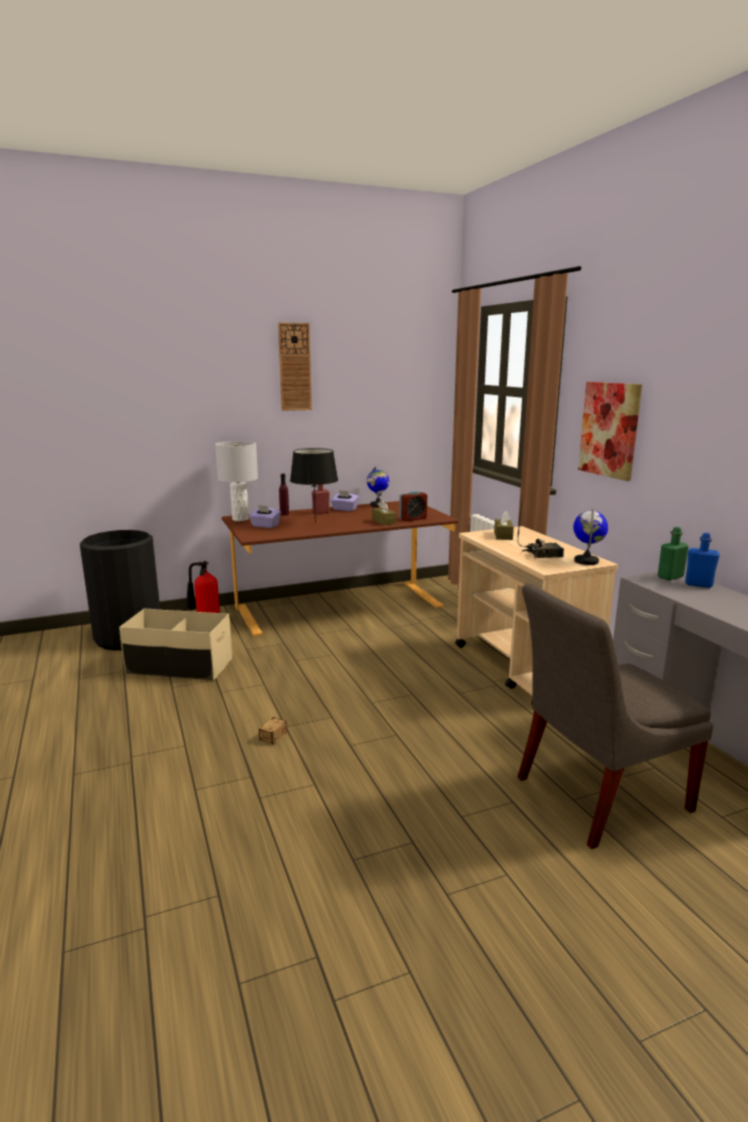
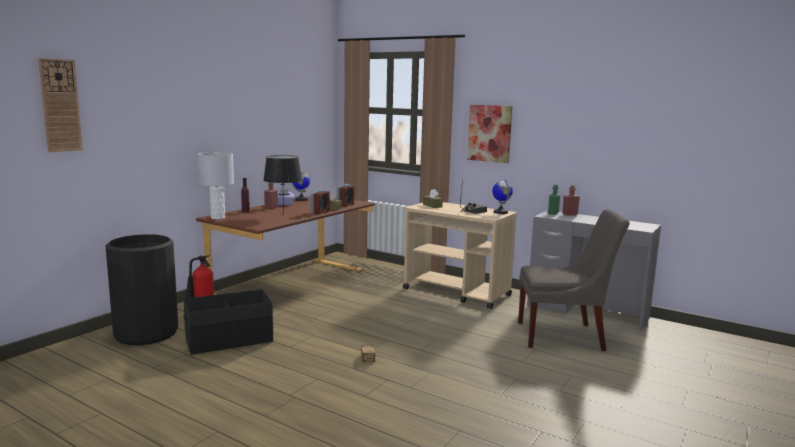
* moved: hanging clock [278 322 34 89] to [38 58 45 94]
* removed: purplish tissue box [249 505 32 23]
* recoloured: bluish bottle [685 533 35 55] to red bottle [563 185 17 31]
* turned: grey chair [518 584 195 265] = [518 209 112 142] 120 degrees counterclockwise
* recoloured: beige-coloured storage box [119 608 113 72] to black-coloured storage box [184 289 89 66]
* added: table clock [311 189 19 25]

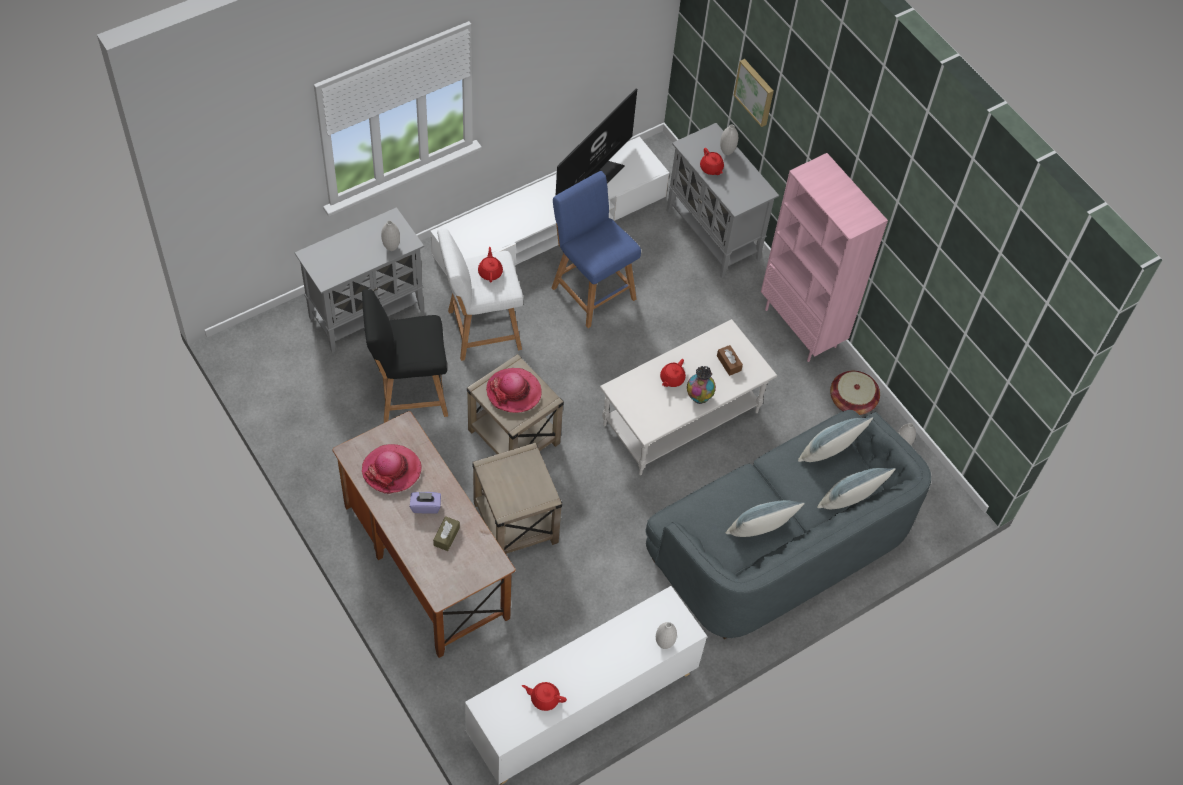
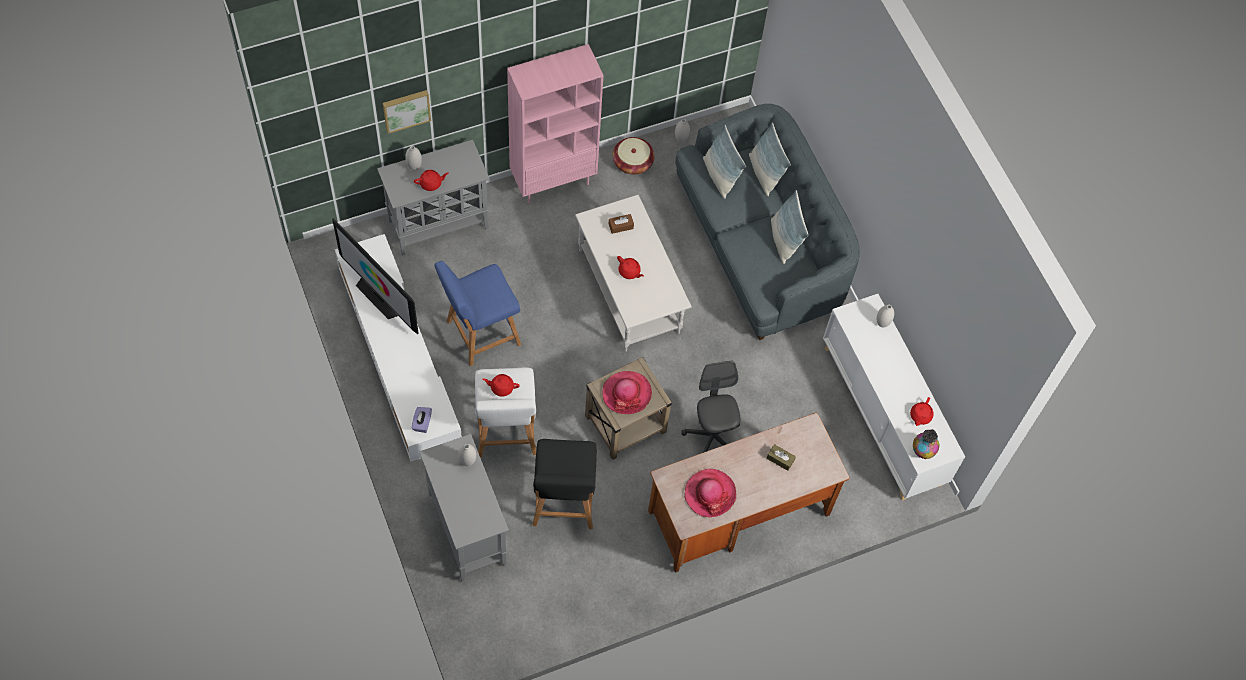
* moved: vase [687 366 29 38] to [913 429 26 30]
* replaced: beige-coloured side table [472 442 90 112] to grey computer chair [681 361 60 92]
* moved: purplish tissue box [410 492 31 22] to [412 407 20 26]

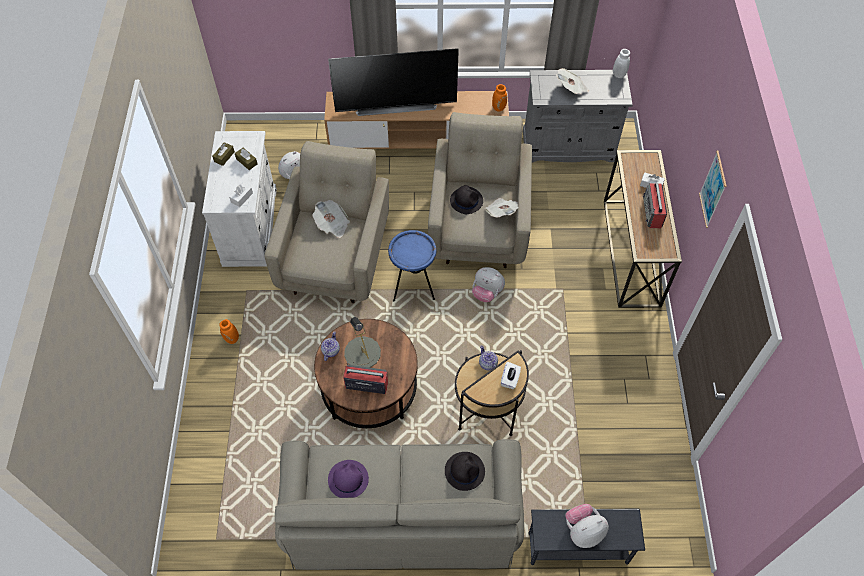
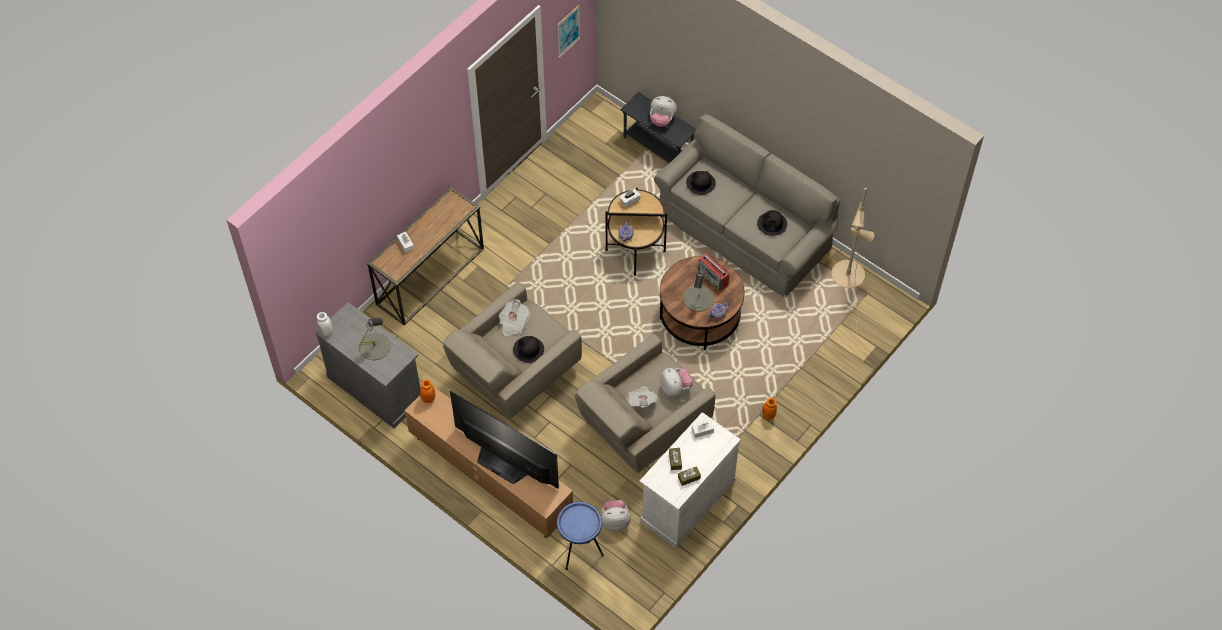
* replaced: daily paper [556 68 33 26] to grey tabletop lamp [359 318 32 42]
* moved: picture [699 150 28 78] to [557 5 23 53]
* removed: radio receiver [643 183 24 45]
* moved: bluish side table [388 230 48 72] to [557 502 47 68]
* moved: soft toy [472 267 33 35] to [661 368 32 29]
* recoloured: purplish hat [328 460 41 38] to black-coloured hat [757 210 30 26]
* added: beige-coloured standard lamp [831 187 43 158]

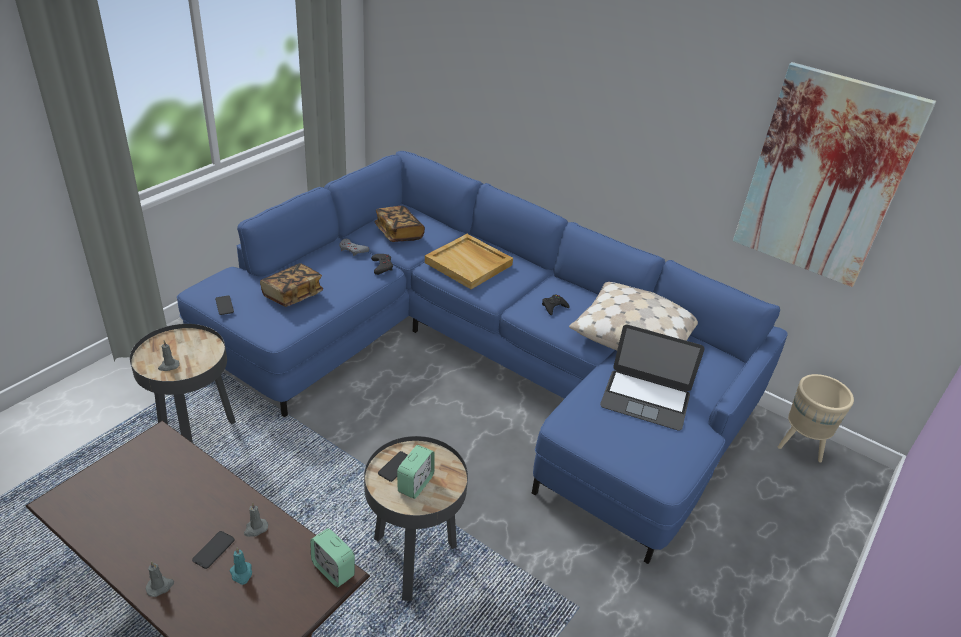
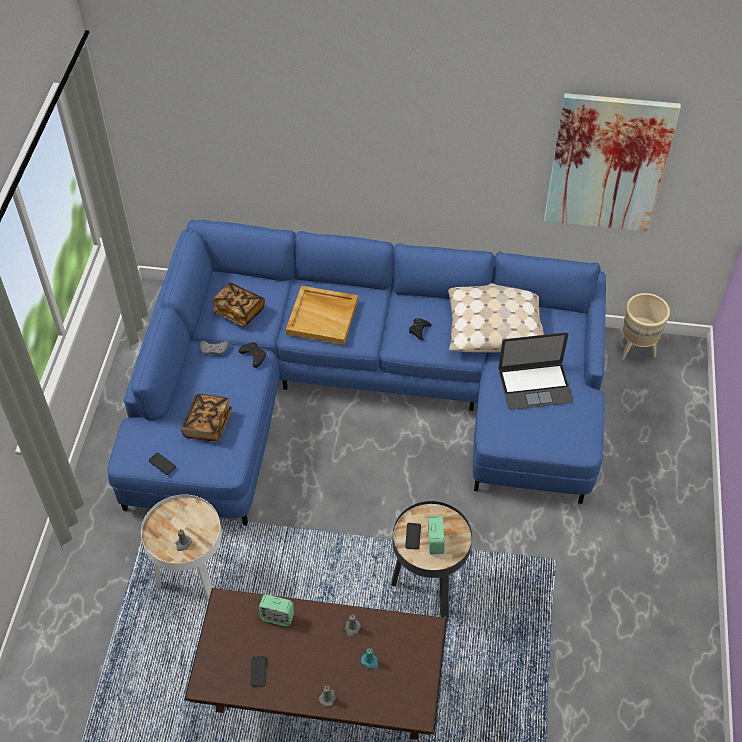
* recoloured: black-coloured side table [130 324 106 119] to white side table [141 495 81 107]
* moved: table clock [310 528 45 59] to [258 594 36 33]
* moved: handset [192 531 43 38] to [250 656 17 31]

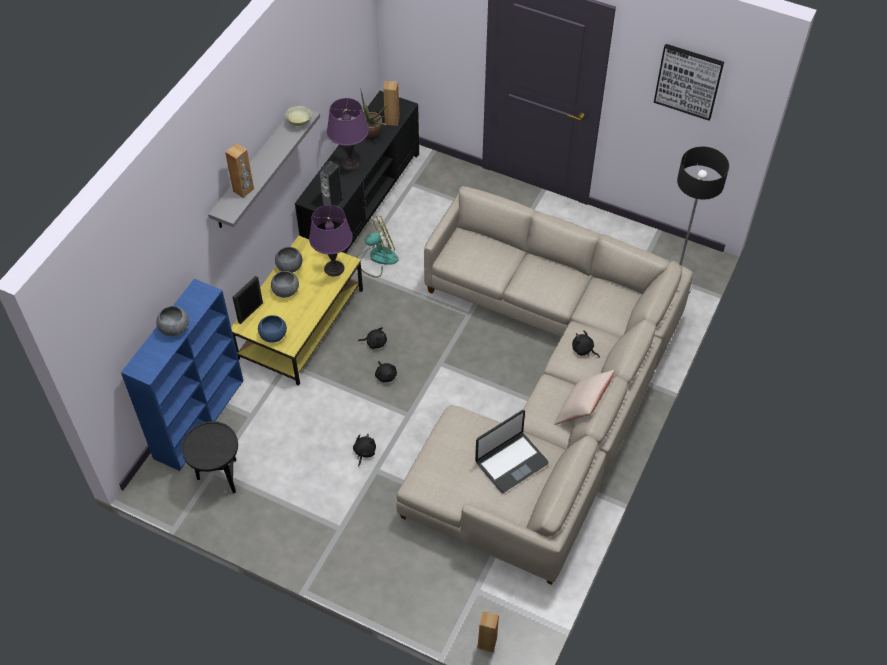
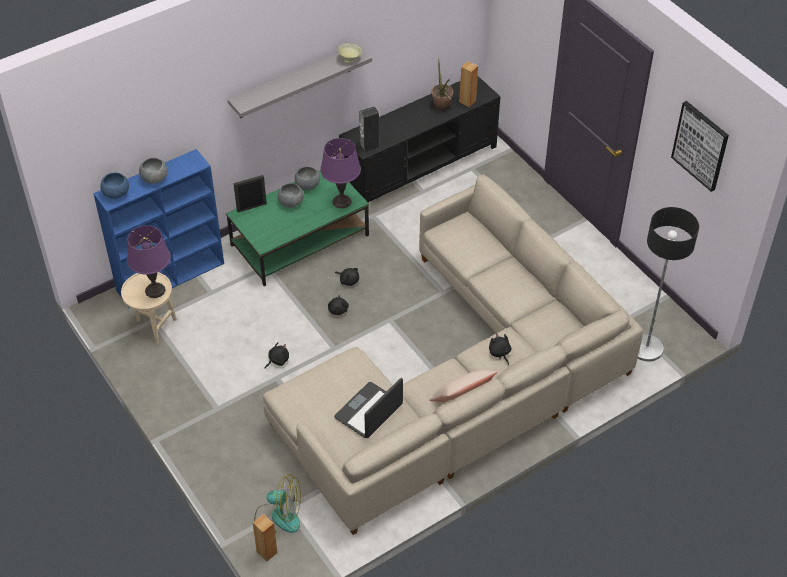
* moved: purplish tabletop lamp [327 98 42 73] to [127 225 44 73]
* removed: brown-coloured speaker [225 144 29 54]
* moved: fan [356 216 43 62] to [254 474 47 60]
* recoloured: yellowish low table [231 236 132 150] to green low table [226 171 143 115]
* moved: bluish deep dish [258 315 29 28] to [100 172 29 27]
* turned: laptop [475 410 74 83] = [334 378 69 60] 135 degrees clockwise
* recoloured: black-coloured side table [181 421 57 72] to beige-coloured side table [121 272 56 72]

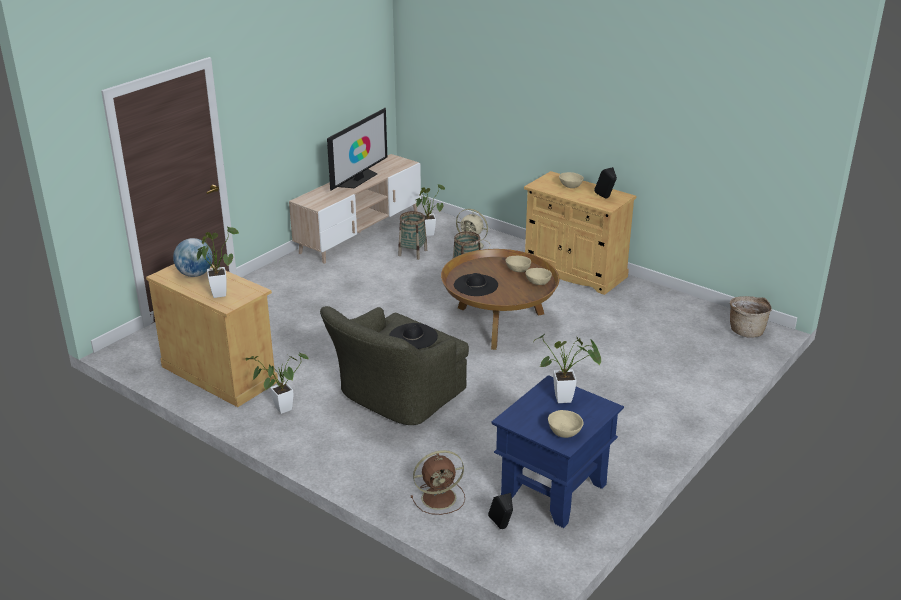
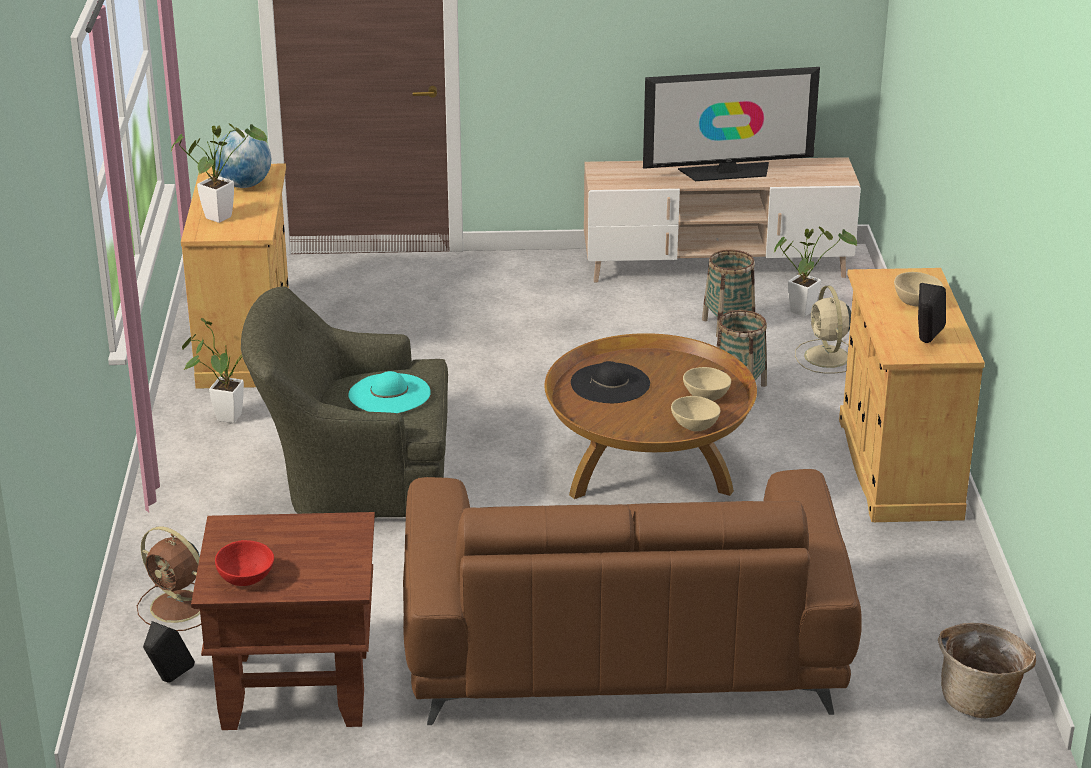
* recoloured: black-coloured hat [389 323 49 26] to turquoise hat [348 371 83 42]
* removed: houseplant [533 334 68 69]
* recoloured: bluish side table [491 375 133 153] to brown-coloured side table [191 512 184 218]
* recoloured: beige-coloured deep dish [548 410 36 28] to red deep dish [215 540 59 46]
* added: brown-coloured settee [403 469 459 256]

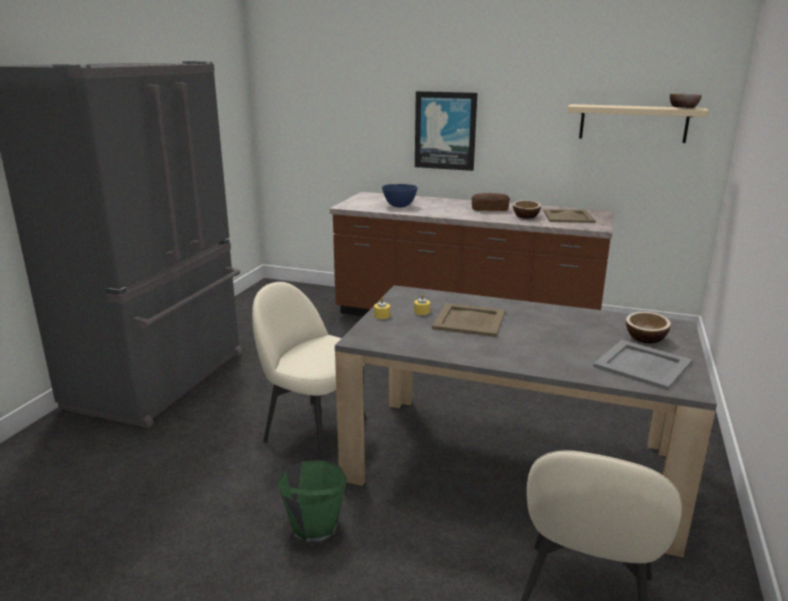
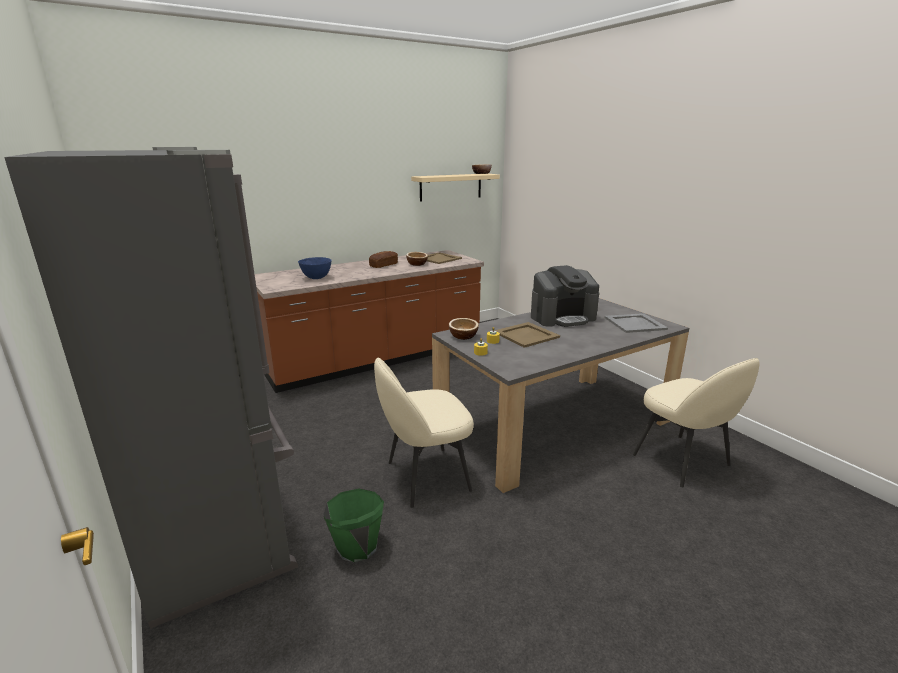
* removed: picture [415 91 63 80]
* moved: deep dish [626 312 45 32] to [449 318 30 22]
* moved: green bucket [277 460 70 82] to [323 488 61 74]
* added: coffee machine [531 265 68 62]

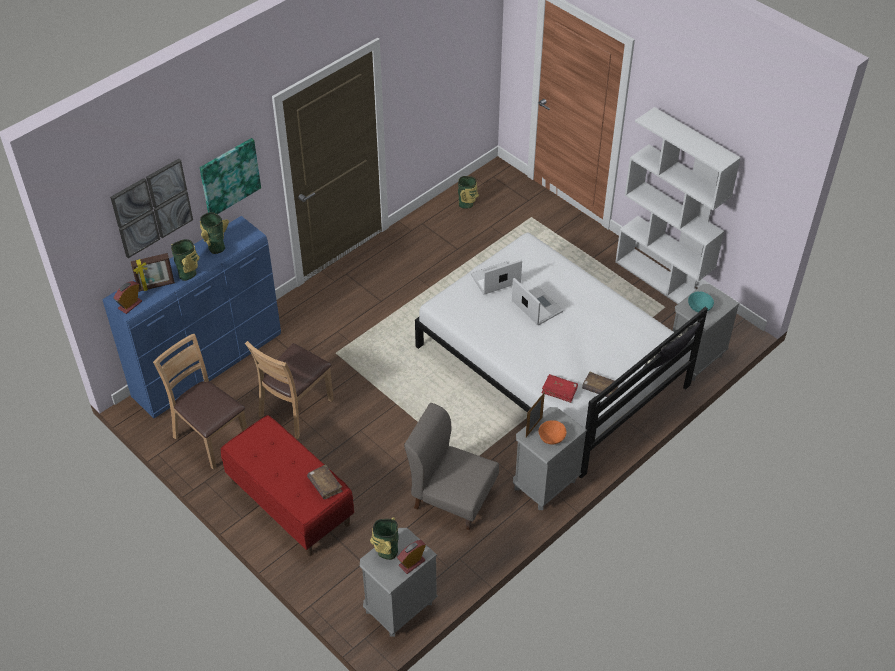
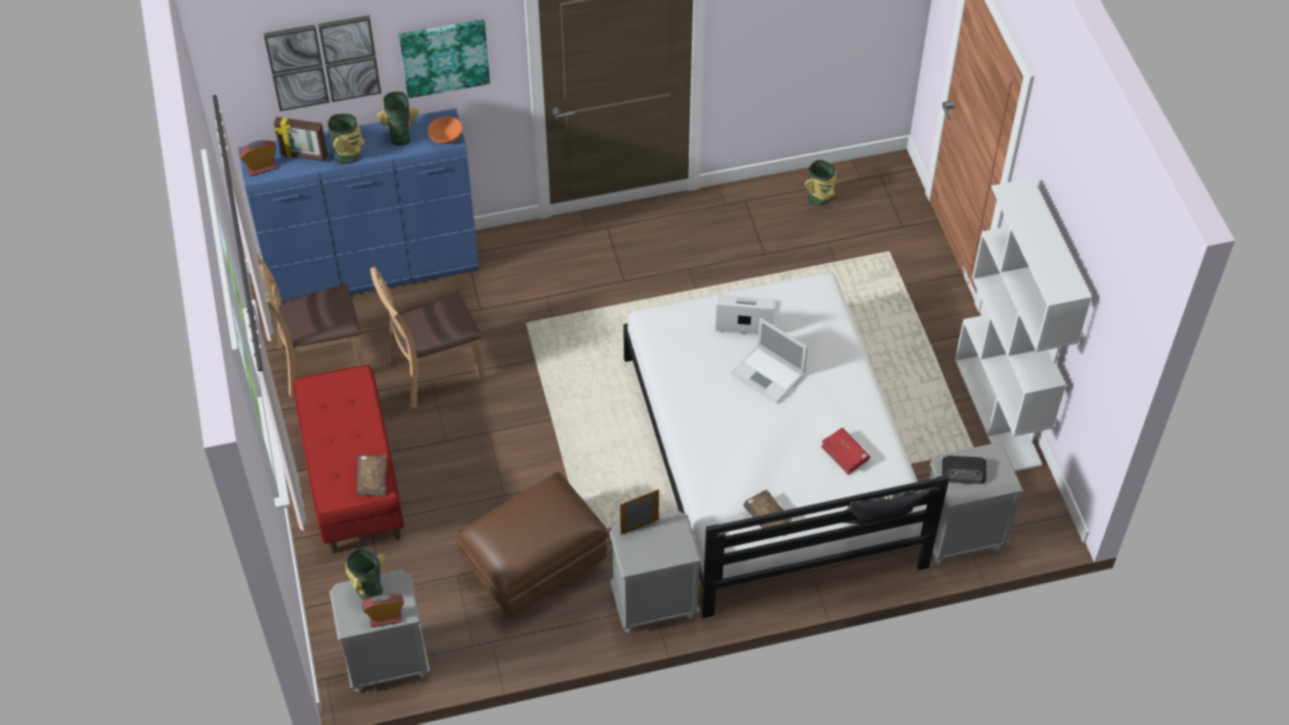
* turned: laptop [512 278 51 47] = [731 318 77 85] 135 degrees clockwise
* replaced: turquoise deep dish [688 292 26 21] to radio receiver [942 456 45 28]
* turned: brown-coloured chair [153 334 94 136] = [257 253 108 144] 90 degrees counterclockwise
* moved: red volume [542 374 36 29] to [821 428 49 47]
* replaced: grey chair [404 403 95 127] to brown-coloured footrest [457 472 151 146]
* moved: orange-coloured deep dish [539 420 27 25] to [428 116 34 28]

